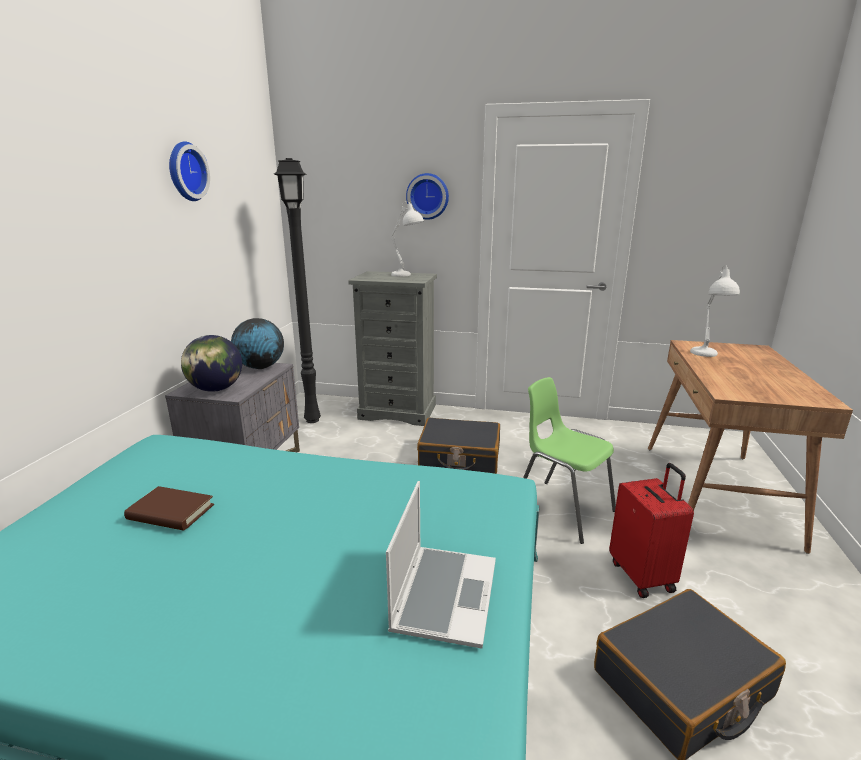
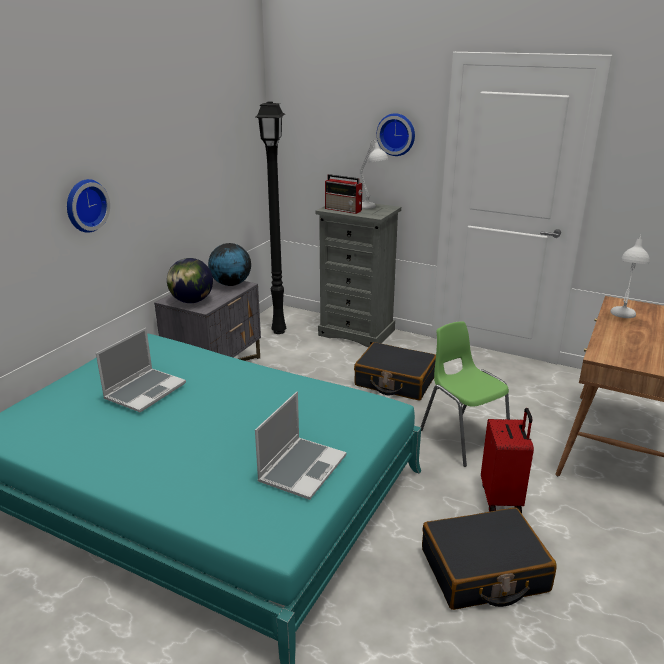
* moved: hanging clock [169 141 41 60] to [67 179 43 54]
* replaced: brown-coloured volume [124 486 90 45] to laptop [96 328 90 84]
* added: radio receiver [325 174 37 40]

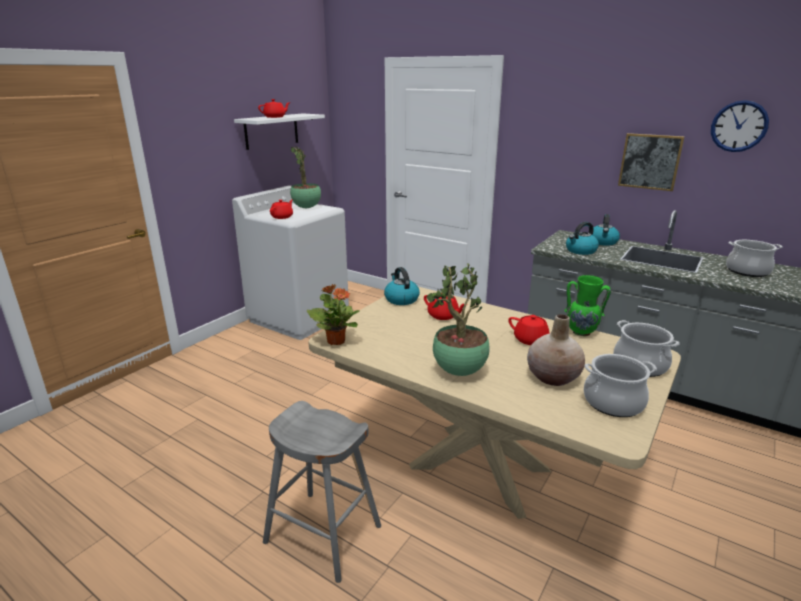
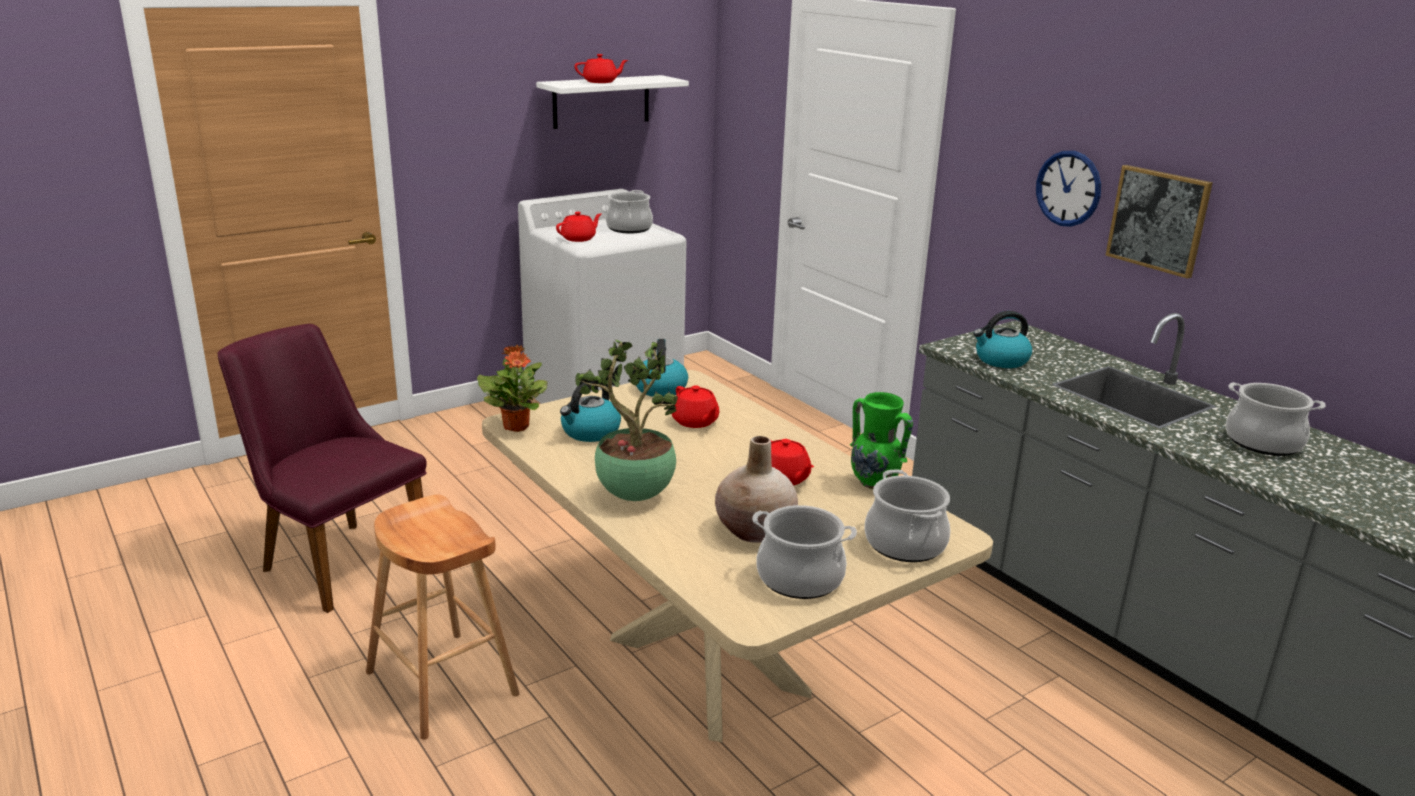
* moved: hanging clock [711 100 58 52] to [1036 151 65 76]
* replaced: houseplant [290 147 31 61] to saucepot [606 190 47 43]
* moved: tea kettle [593 214 27 32] to [560 381 61 61]
* recoloured: grey stool [263 401 118 182] to brown-coloured stool [366 495 154 245]
* added: purplish chair [217 324 210 289]

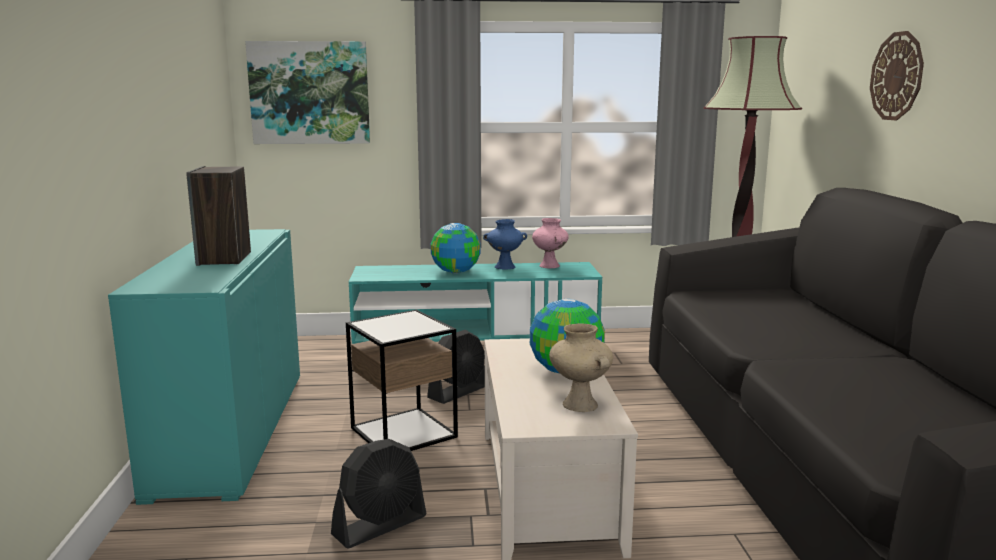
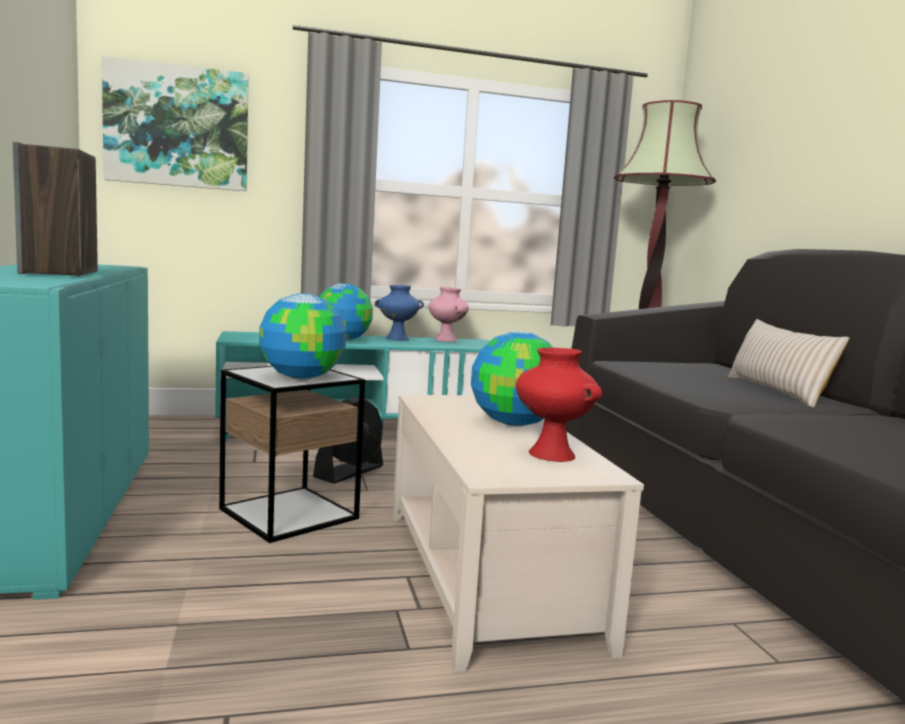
* removed: hanging clock [870 31 54 89]
* recoloured: beige-coloured vase [549 323 64 89] to red vase [516 348 86 114]
* removed: black-coloured fan [331 439 96 109]
* added: globe [259 293 87 87]
* added: beige-coloured pillow [728 319 122 88]

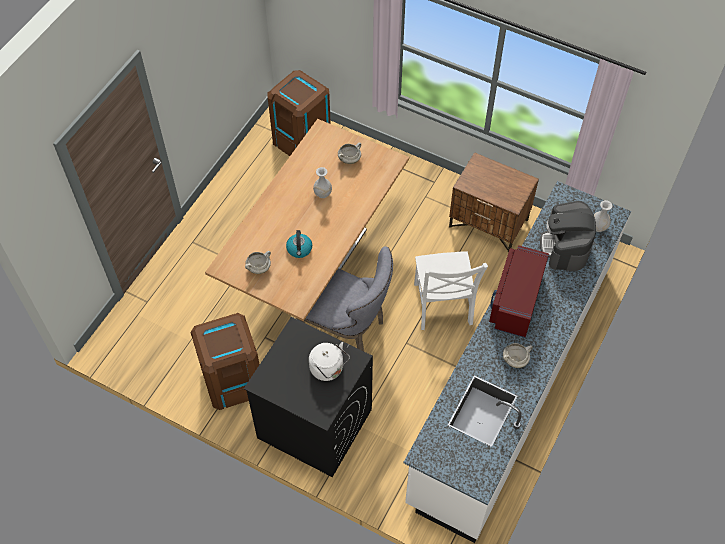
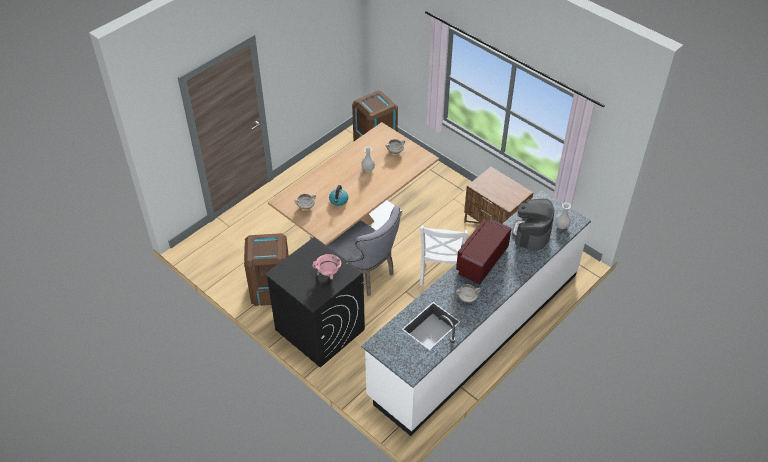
* replaced: white tea kettle [309 342 41 39] to pinkish saucepot [312 254 29 25]

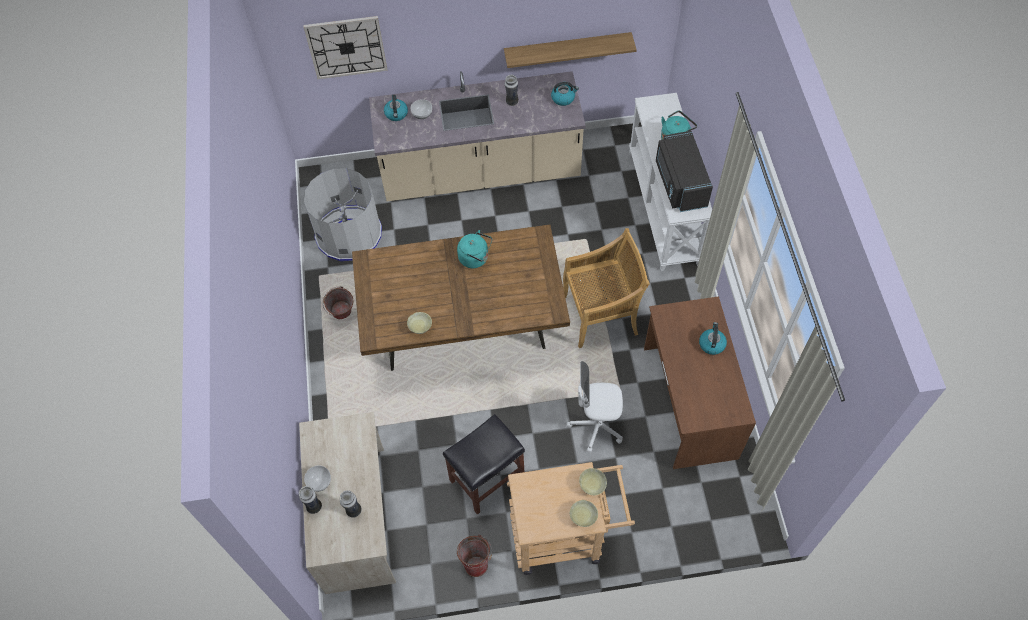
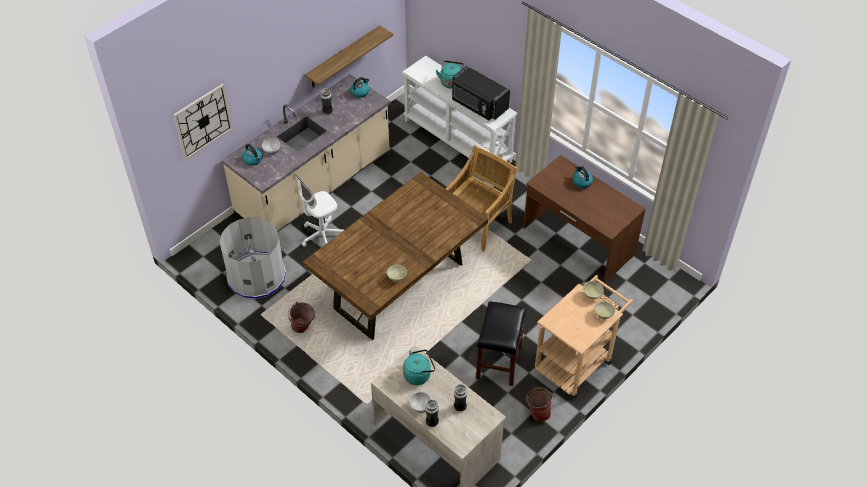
* moved: turquoise tea kettle [457 230 35 38] to [403 349 32 36]
* moved: white computer chair [567 361 56 92] to [295 175 49 72]

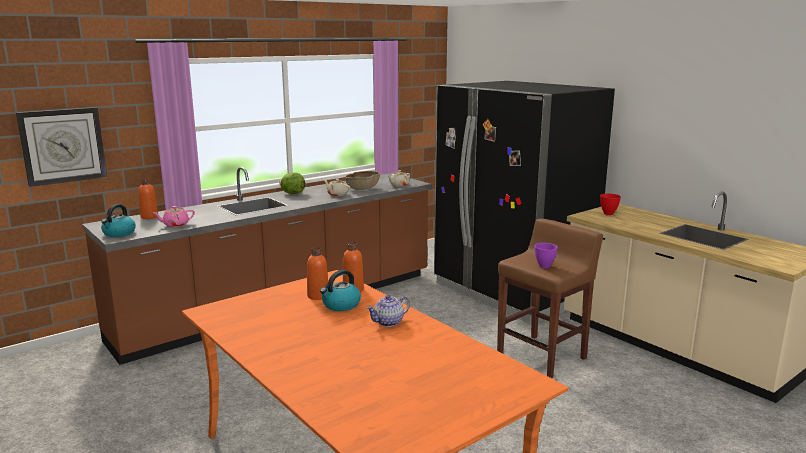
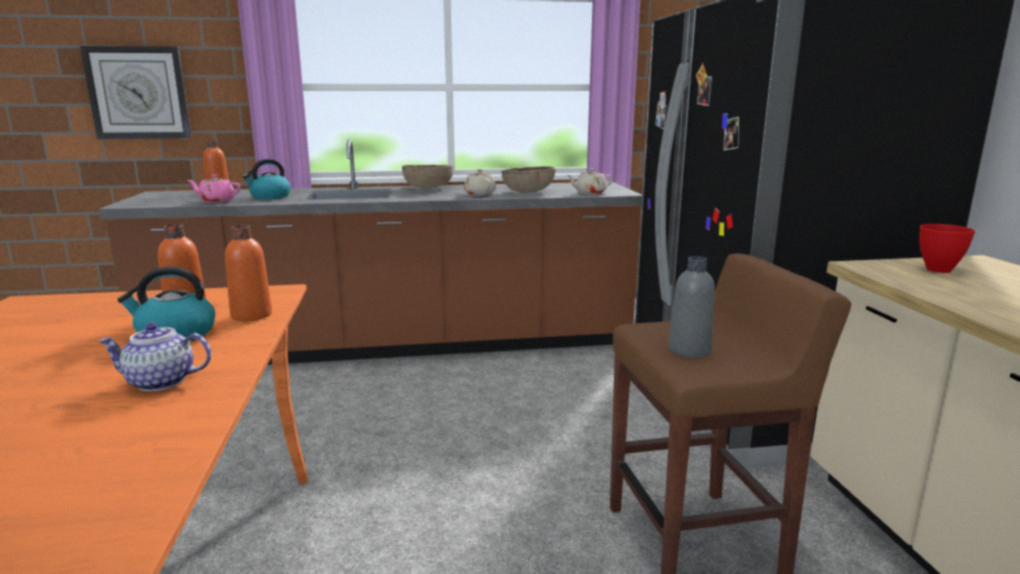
* replaced: lettuce [279 172 27 22] to brown-coloured deep dish [402 165 51 24]
* moved: tea kettle [101 204 35 33] to [243 159 48 40]
* replaced: purplish deep dish [534 243 24 25] to grey bottle [669 256 46 102]

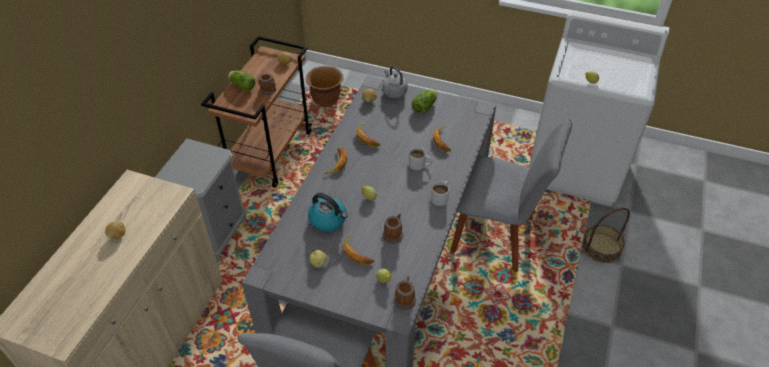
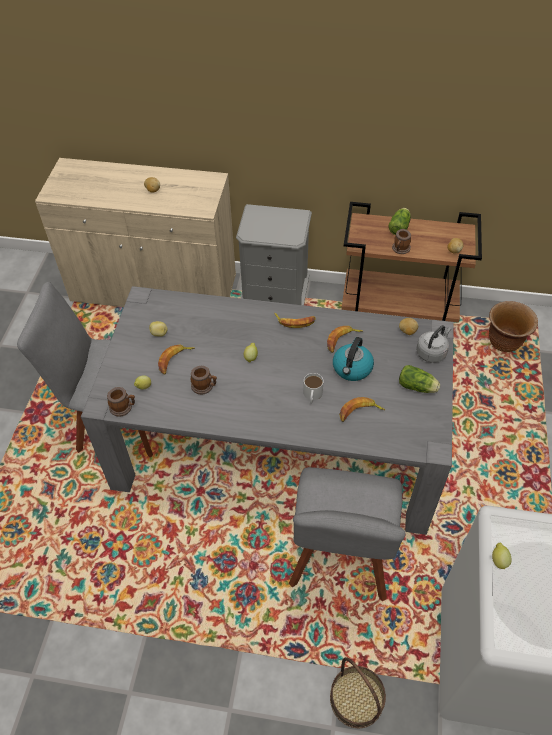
* removed: white mug [431 181 18 25]
* moved: tea kettle [308 193 40 39] to [333 337 41 44]

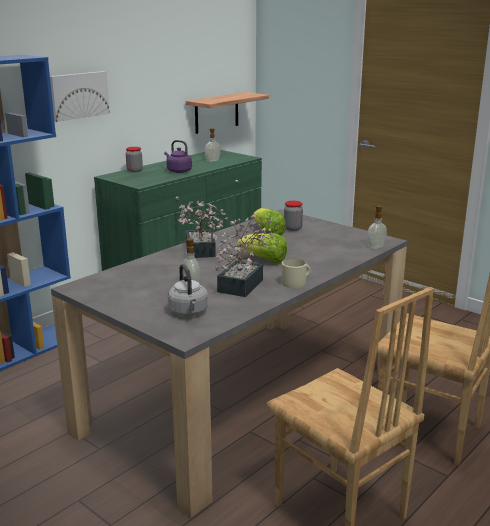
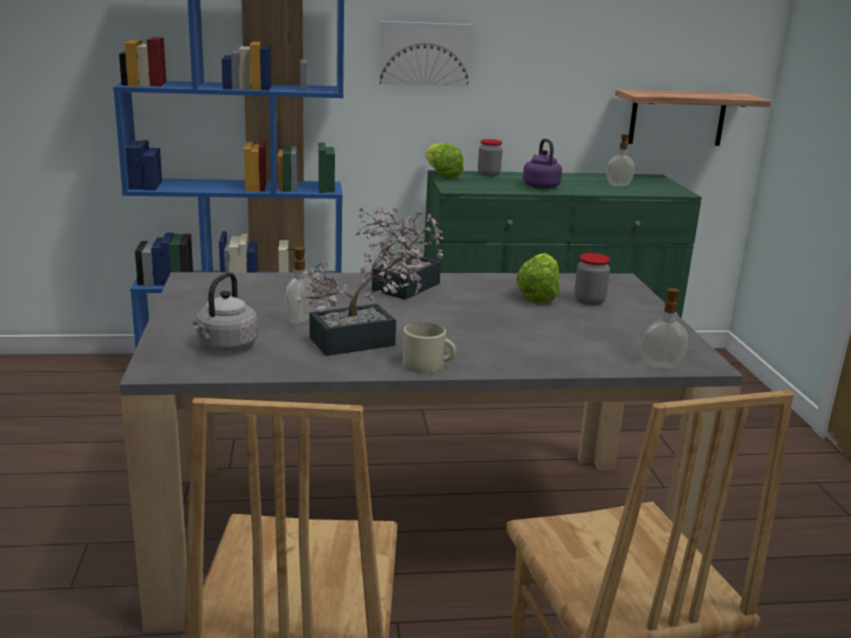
* moved: lettuce [237 233 50 30] to [425 143 39 35]

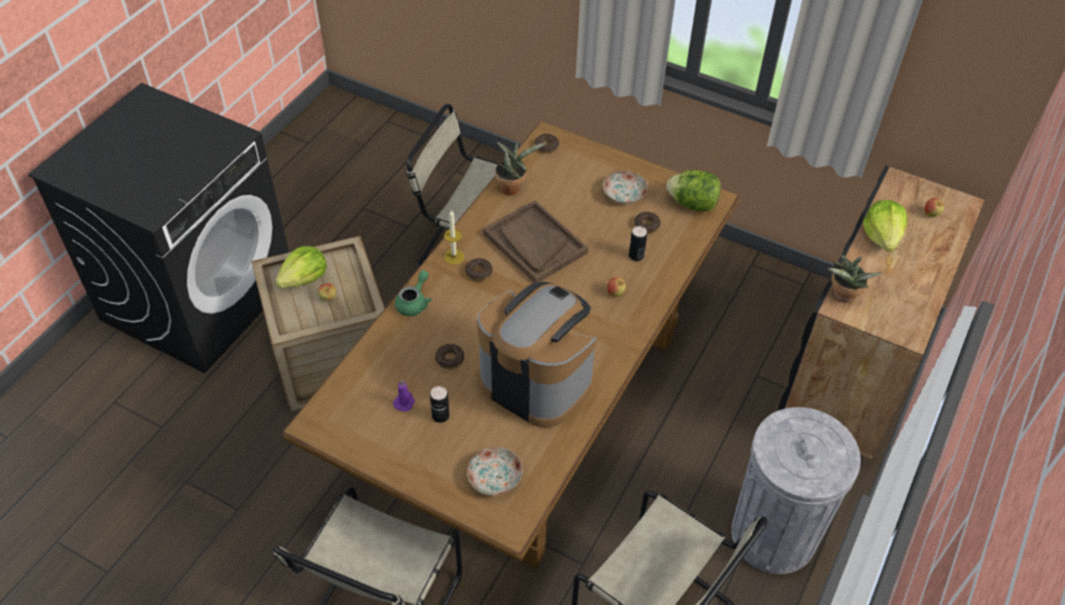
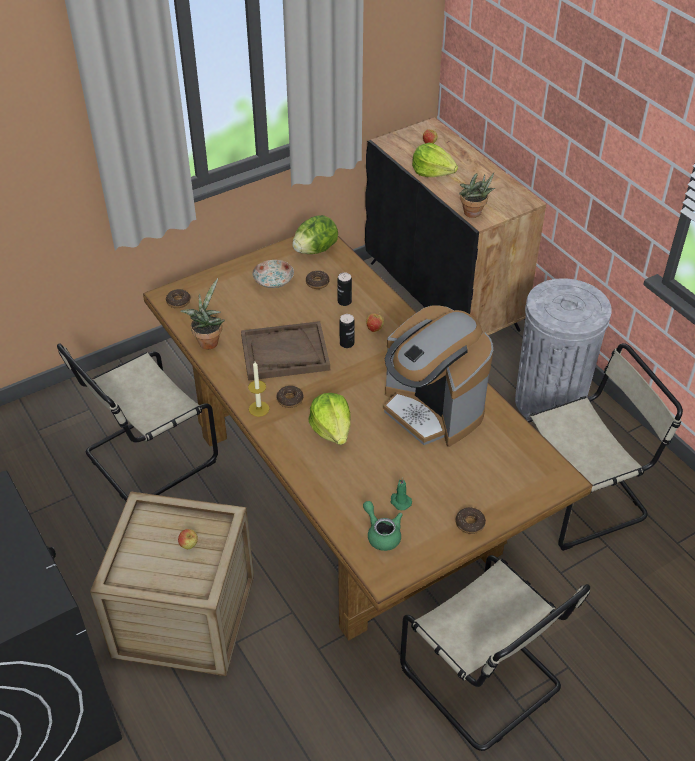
* moved: lettuce [275 246 52 43] to [308 393 43 52]
* moved: green pot for tea [395 270 37 46] to [363 501 40 50]
* turned: coffee machine [477 282 120 145] = [383 305 110 142] 105 degrees counterclockwise
* moved: doughnut [435 344 29 25] to [455 507 31 27]
* recoloured: purplish wax light [393 380 22 32] to green wax light [391 477 21 33]
* moved: can [430 386 20 37] to [340 314 15 34]
* removed: flat dish [467 447 56 49]

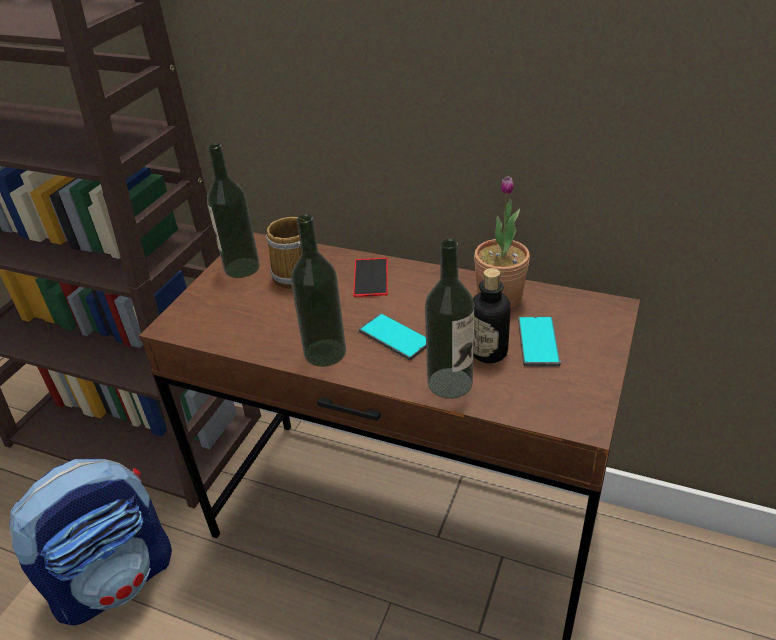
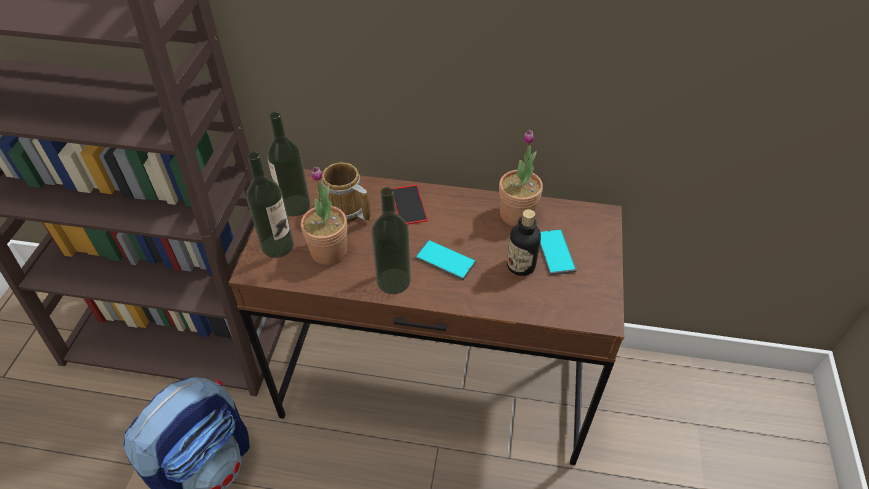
* moved: bottle [425 239 49 160] to [246 152 48 106]
* added: houseplant [301 166 46 99]

